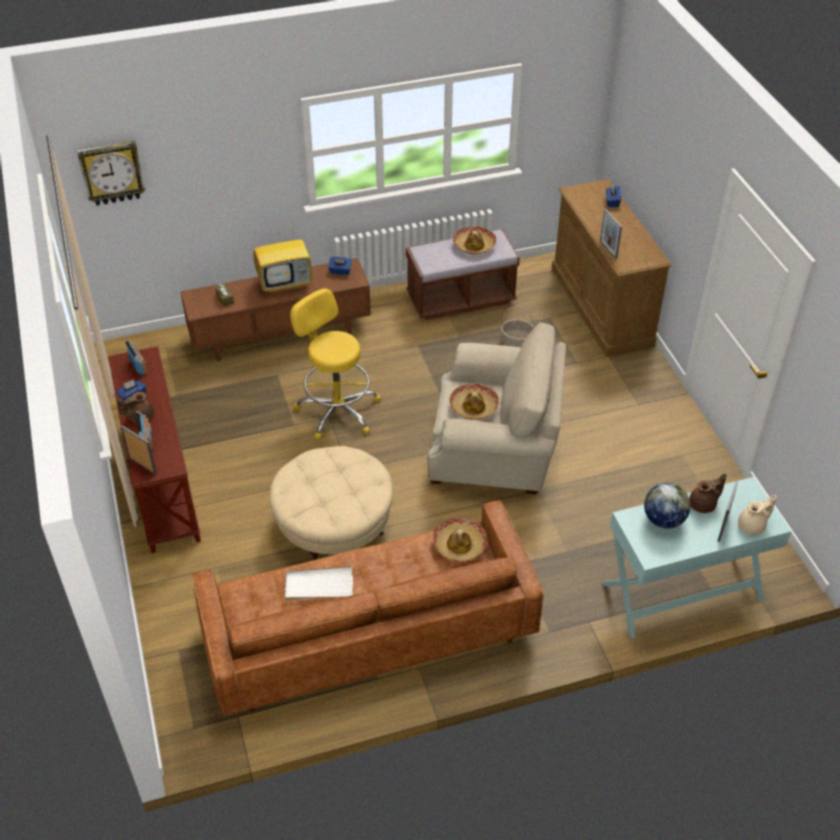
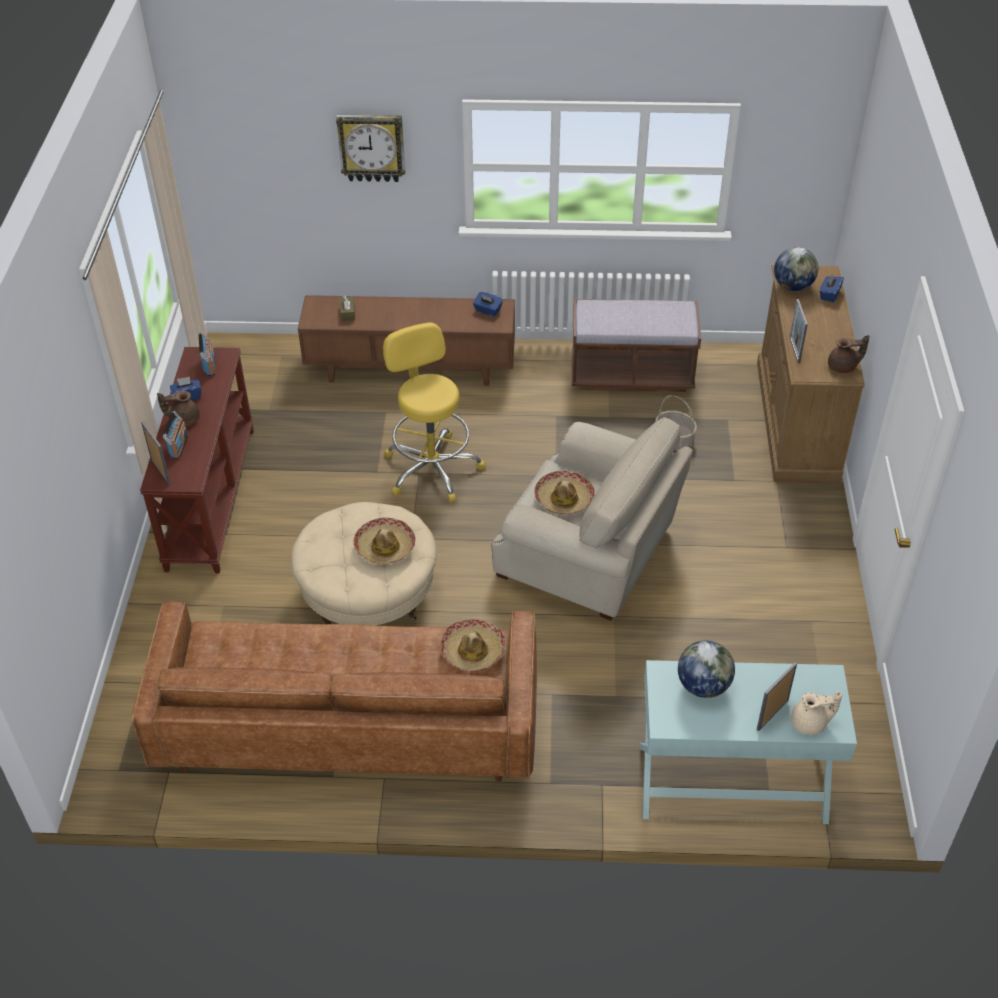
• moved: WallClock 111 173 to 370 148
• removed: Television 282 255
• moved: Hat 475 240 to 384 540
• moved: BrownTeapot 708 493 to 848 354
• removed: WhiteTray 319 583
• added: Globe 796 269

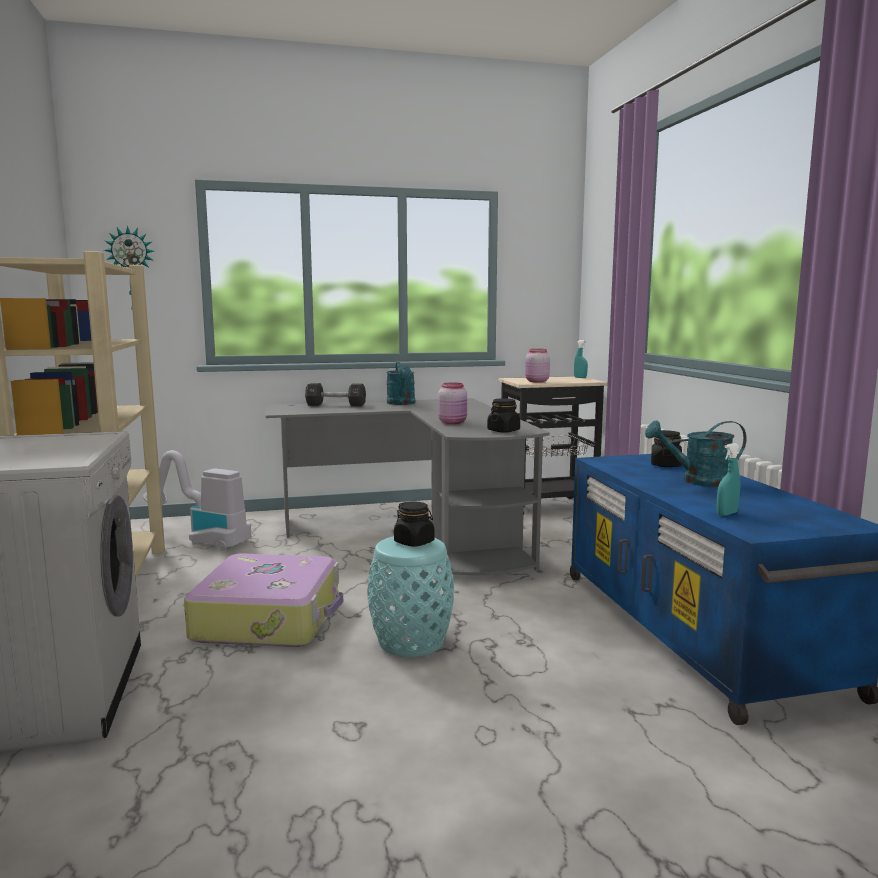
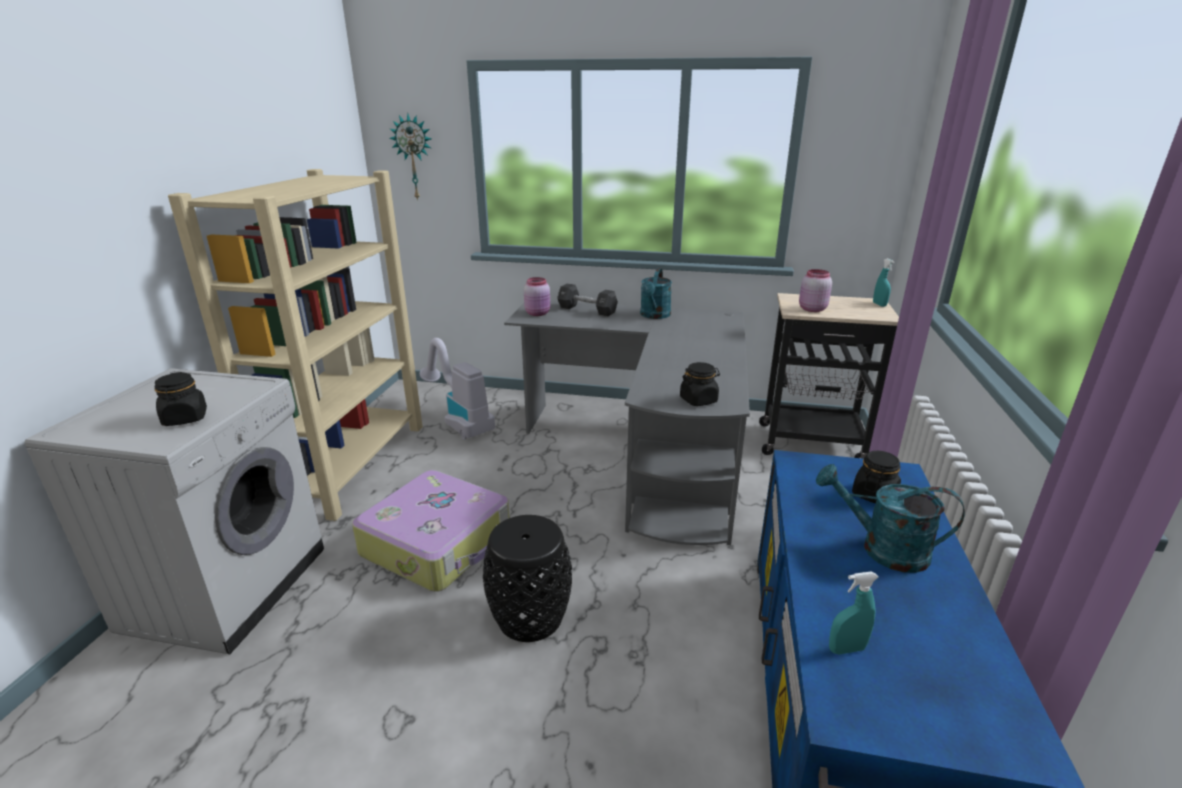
• moved: PinkJar 452 403 to 537 296
• moved: BlackJar 414 524 to 181 399
• recoloured: TurquoiseStool 410 596 to BlackStool 527 578

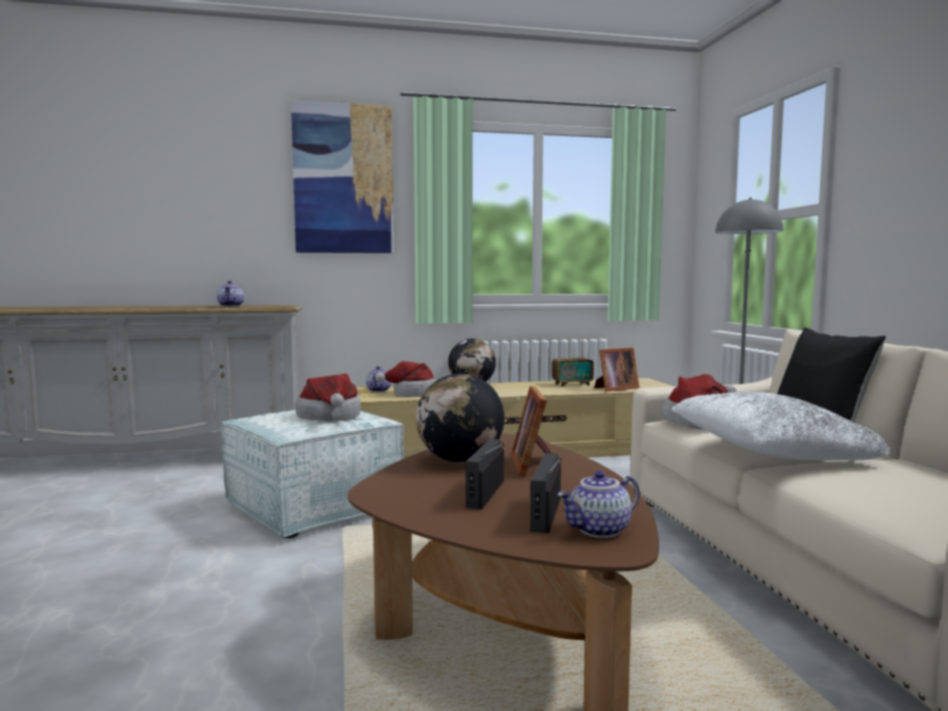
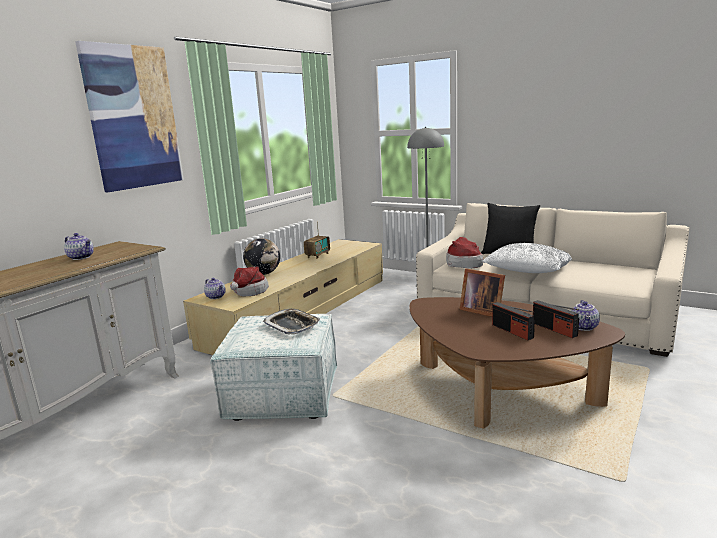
• removed: PictureFrame 617 369
• replaced: Hat 328 397 to Tray 292 321
• removed: Globe 460 418

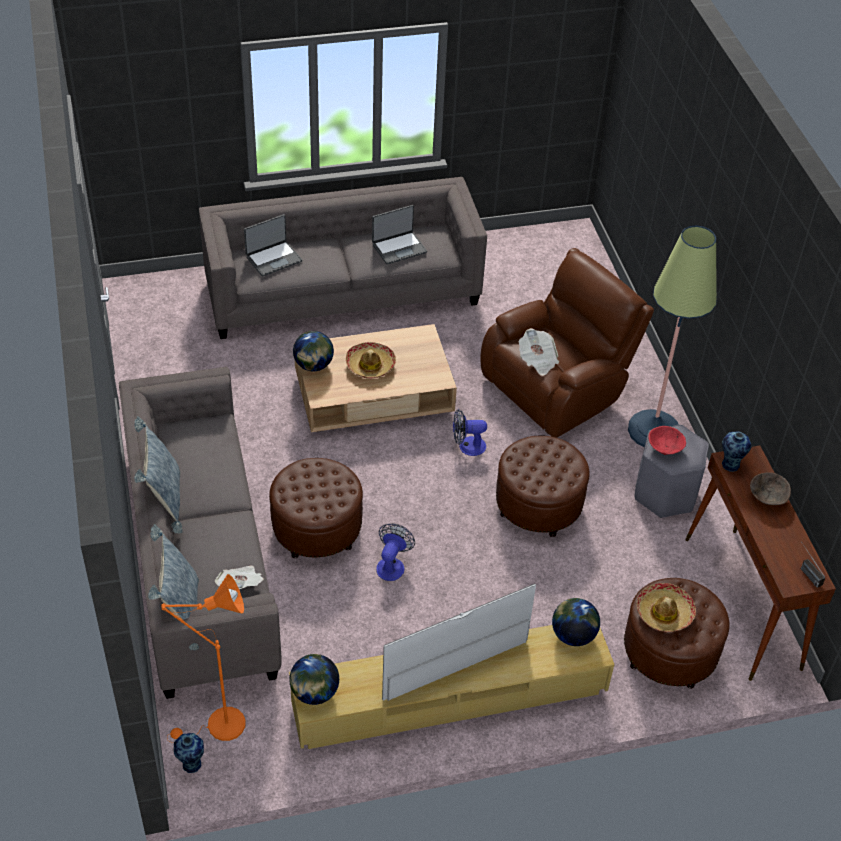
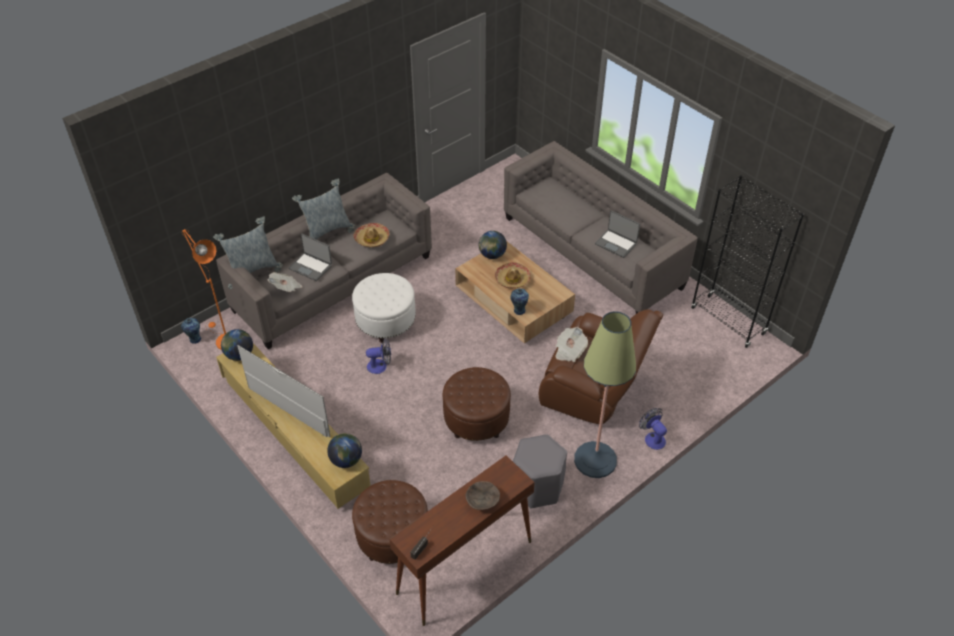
• moved: Laptop 273 245 to 310 257
• moved: Fan 470 432 to 653 429
• removed: RedBowl 667 440
• moved: Vase 737 451 to 519 301
• recoloured: BrownOttoman 316 508 to WhiteOttoman 384 308
• moved: Hat 666 607 to 371 235
• added: BlackBookcase 747 261

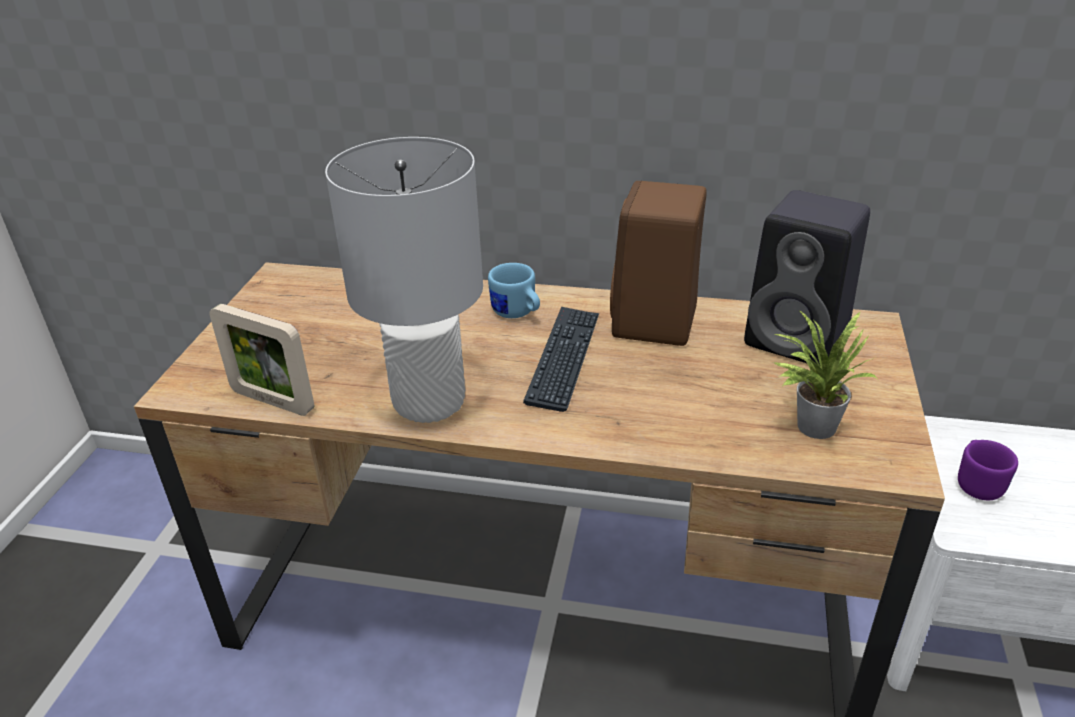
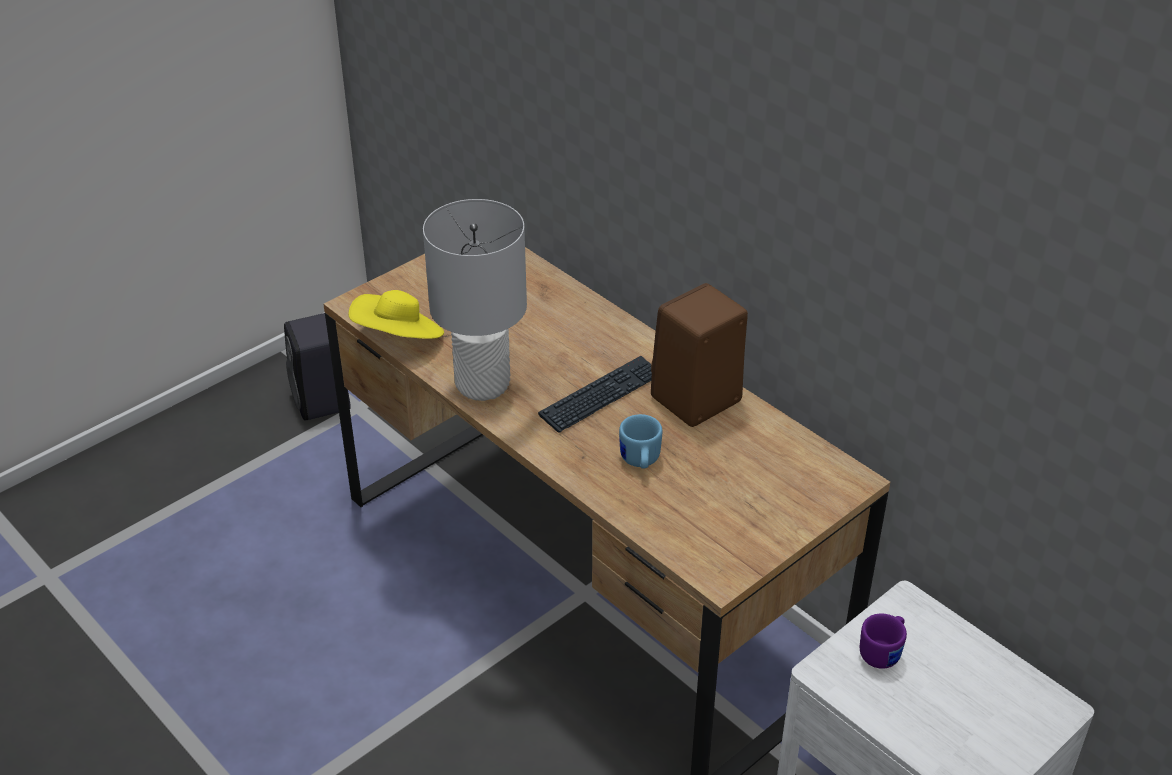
• moved: BlackSpeaker 807 277 to 317 366
• moved: BlueMug 514 290 to 640 441
• replaced: PictureFrame 261 360 to YellowHat 396 314
• removed: PottedPlant 826 375

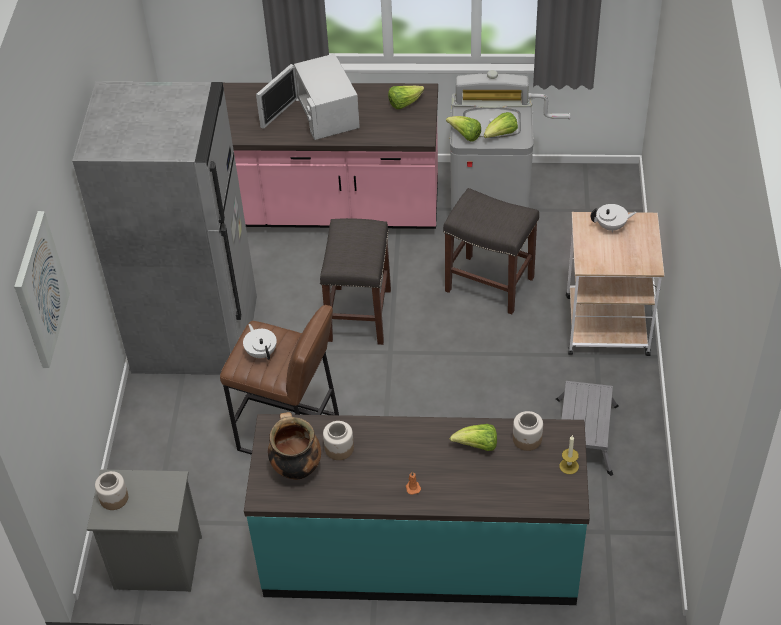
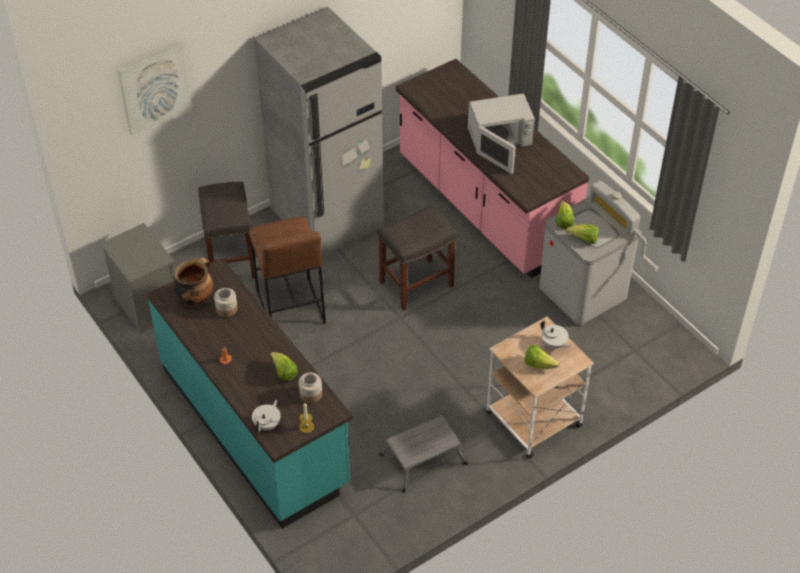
• turned: WhiteMicrowave 308 97 = 501 133 135 degrees counterclockwise
• moved: Lettuce 406 97 to 542 357
• moved: GreyStool 491 251 to 226 230
• moved: WhiteTeapot 260 342 to 266 415
• removed: Jar 111 490

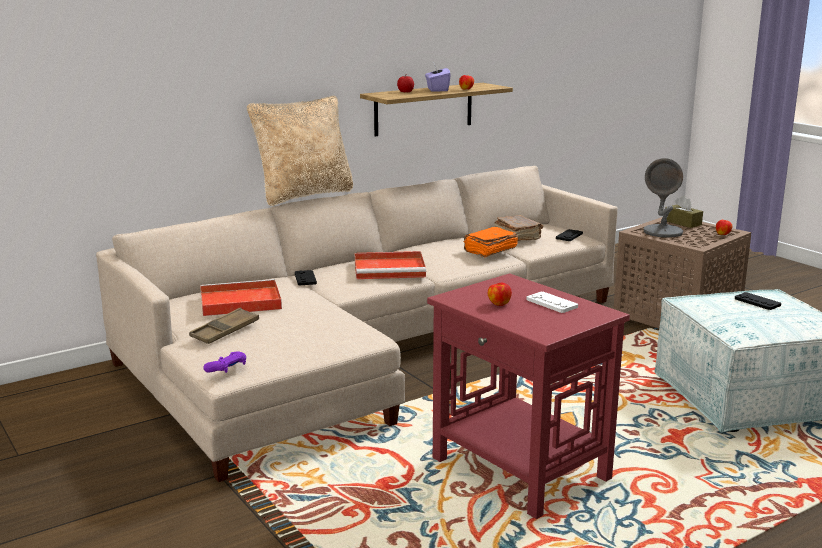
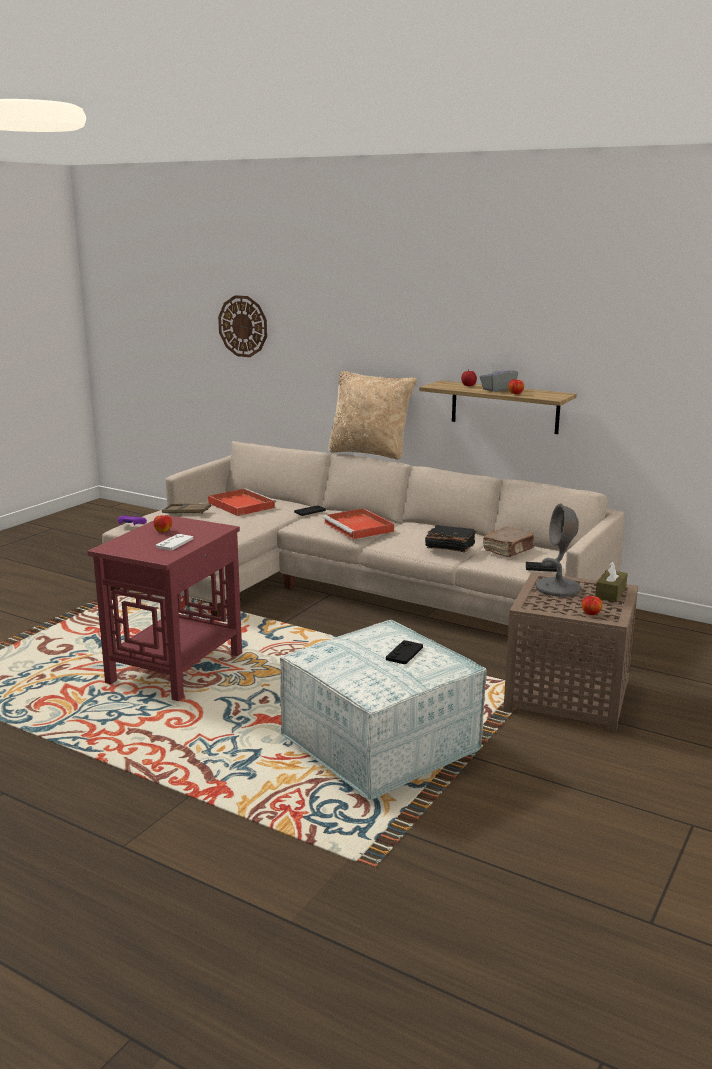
• recoloured: PurpleTissueBox 437 77 to GreyTissueBox 499 377
• recoloured: OrangeBook 491 242 to BlackBook 450 538
• added: WallClock 242 326

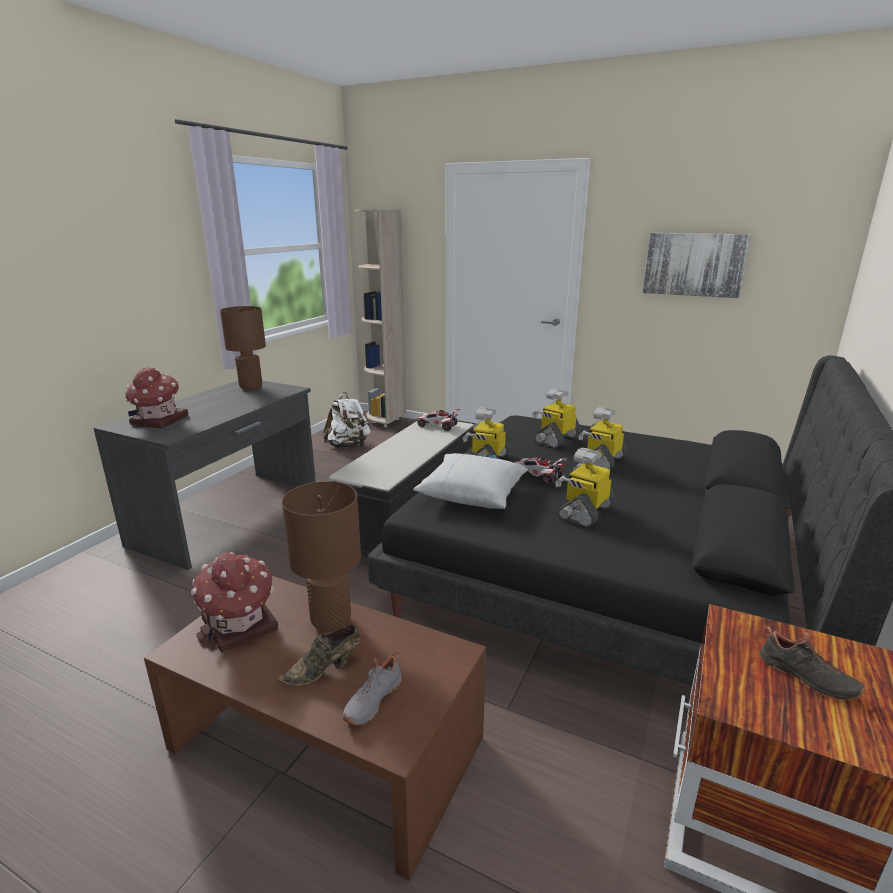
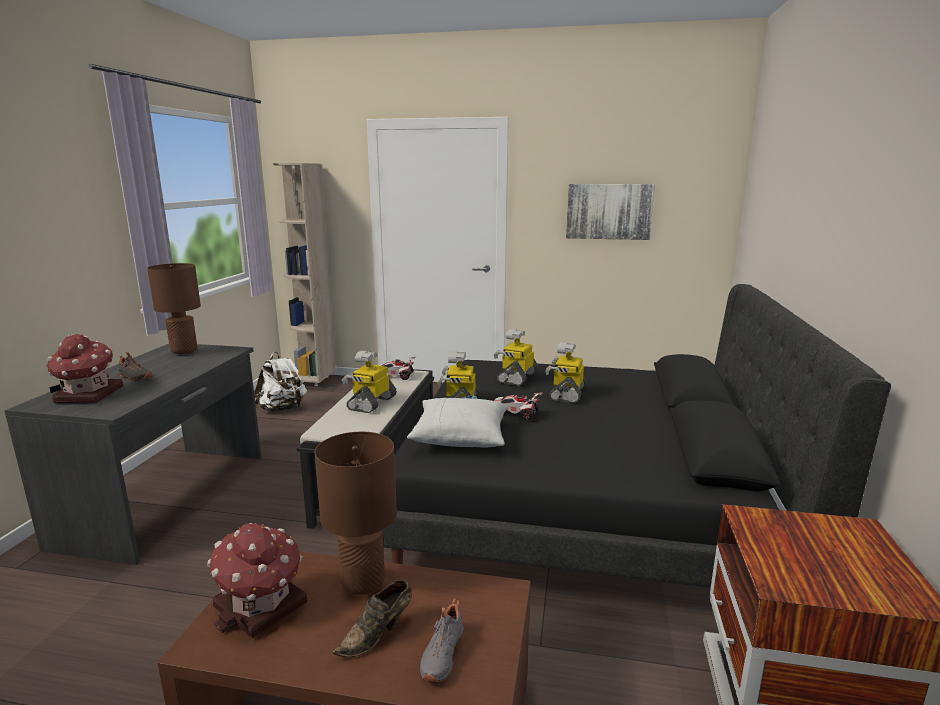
• moved: ToyRobot 586 487 to 369 382
• moved: BlackShoe 812 663 to 135 367

